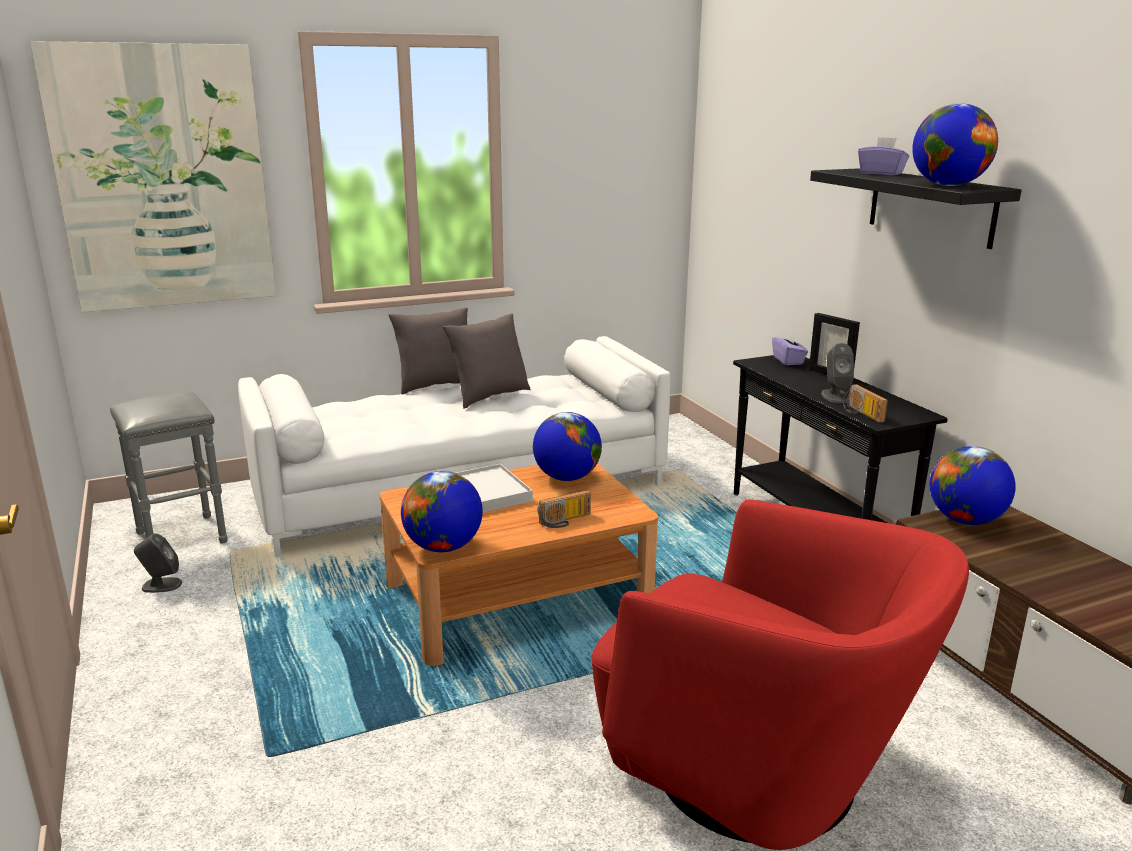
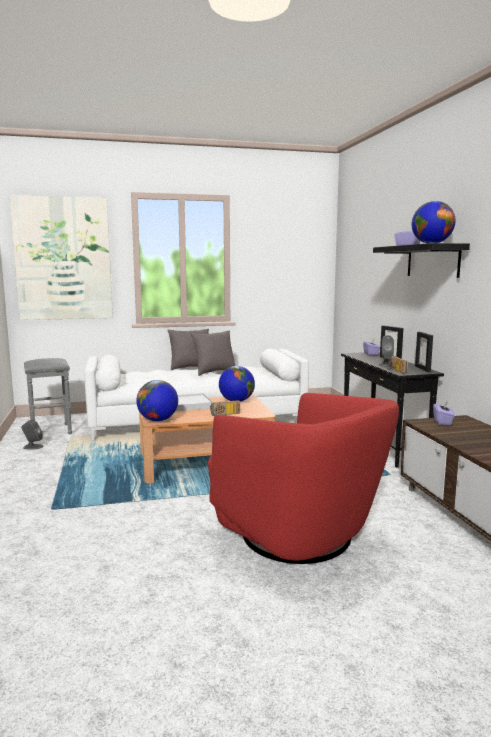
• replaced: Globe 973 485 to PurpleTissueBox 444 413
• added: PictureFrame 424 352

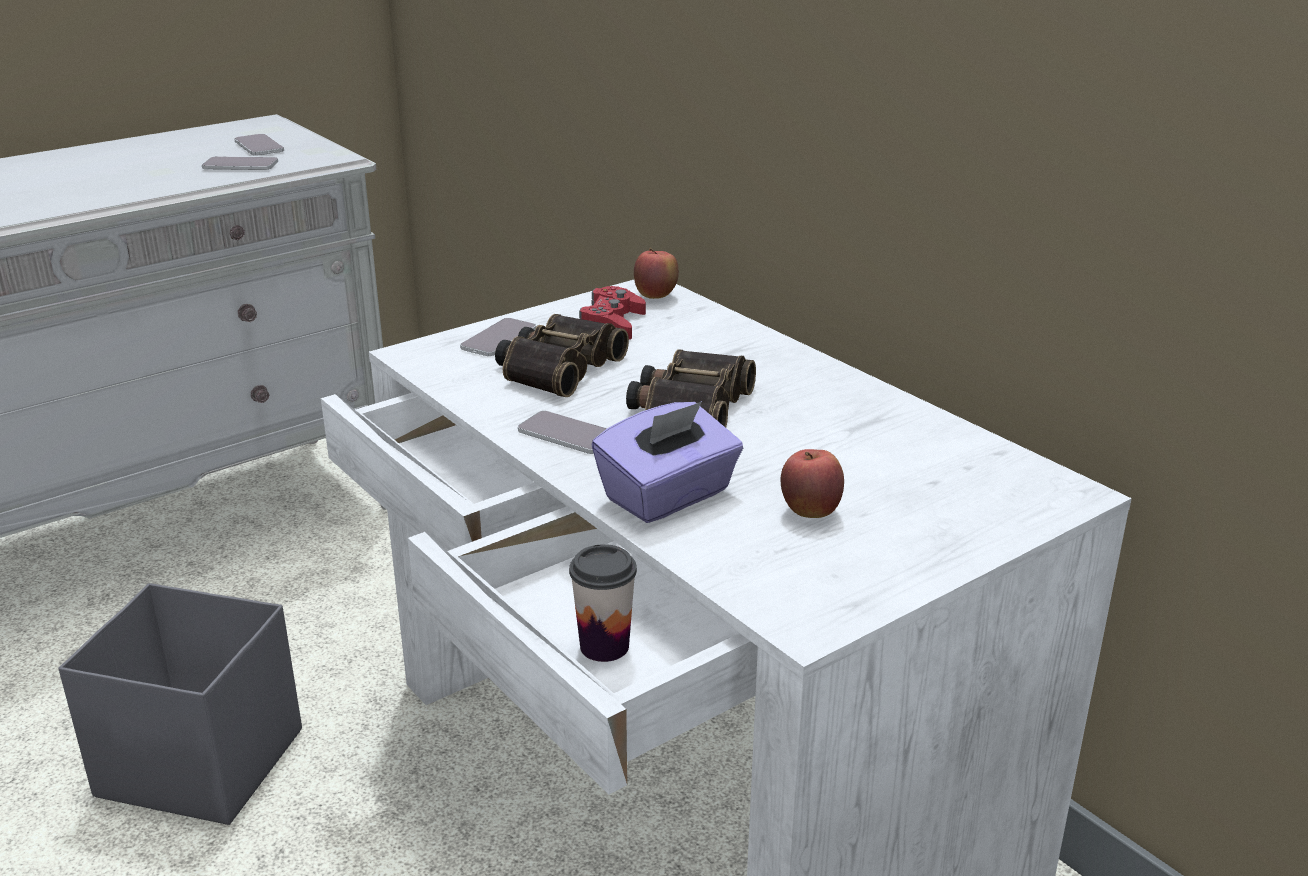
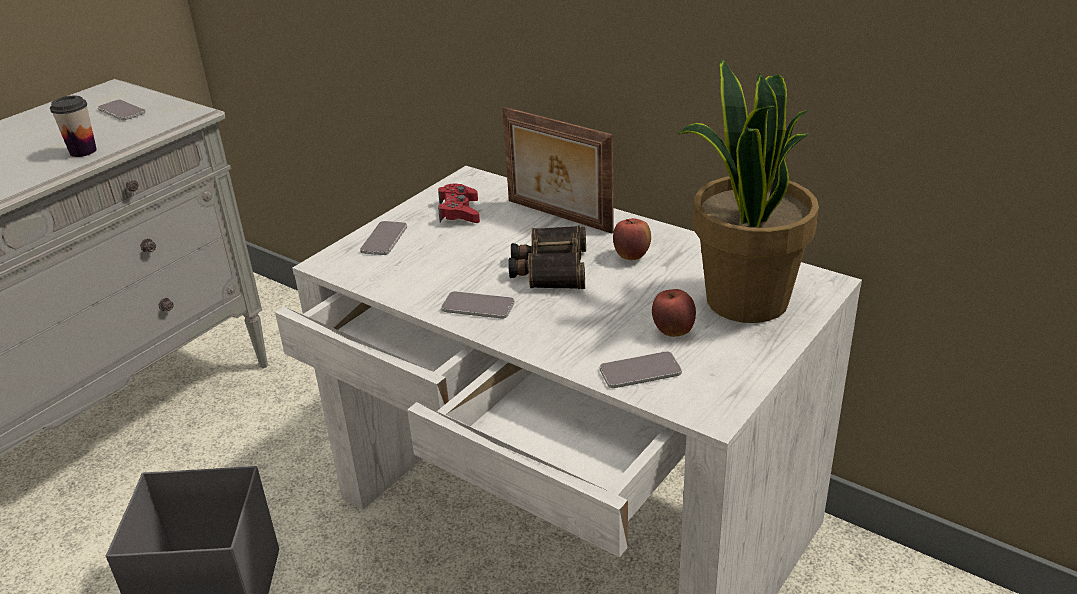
• moved: Phone 240 163 to 641 369
• moved: Apple 656 273 to 632 239
• removed: Binoculars 562 355
• removed: PurpleTissueBox 667 462
• moved: Cup 603 603 to 73 126
• added: PottedPlant 748 191
• added: PictureFrame 558 170

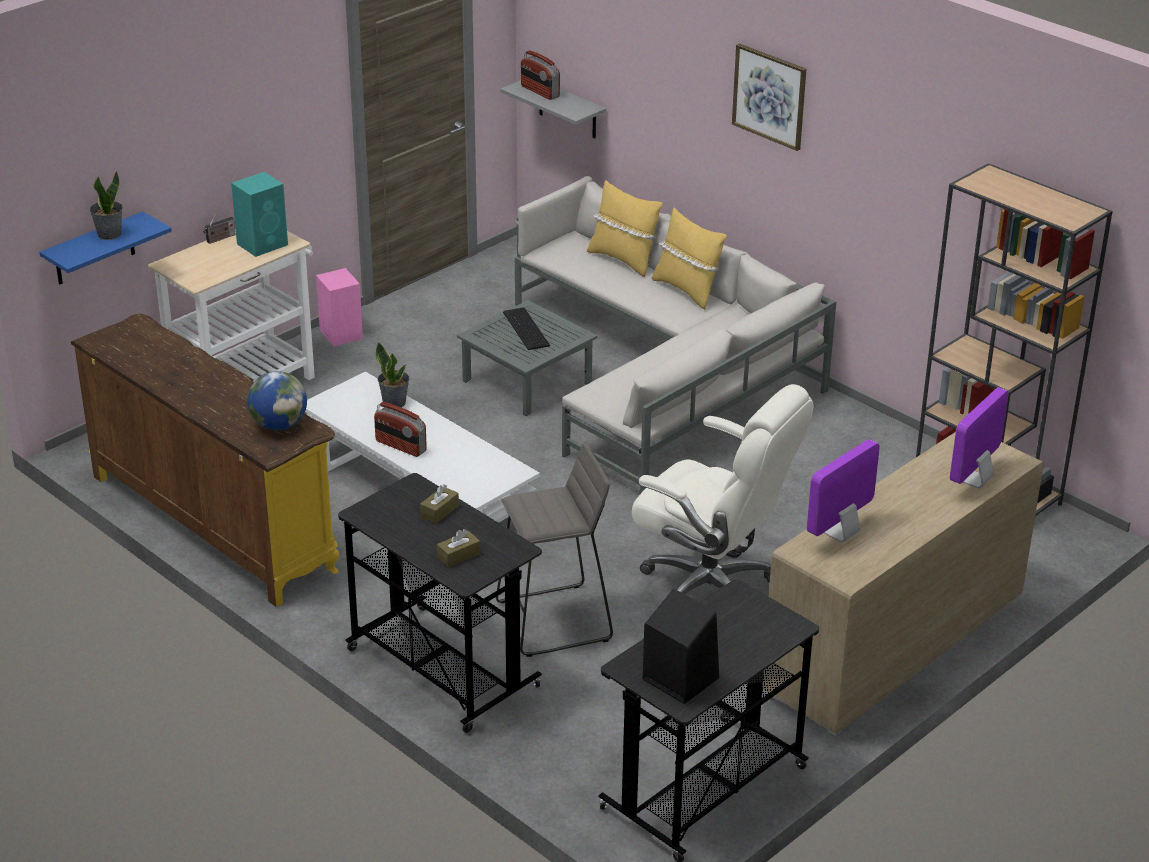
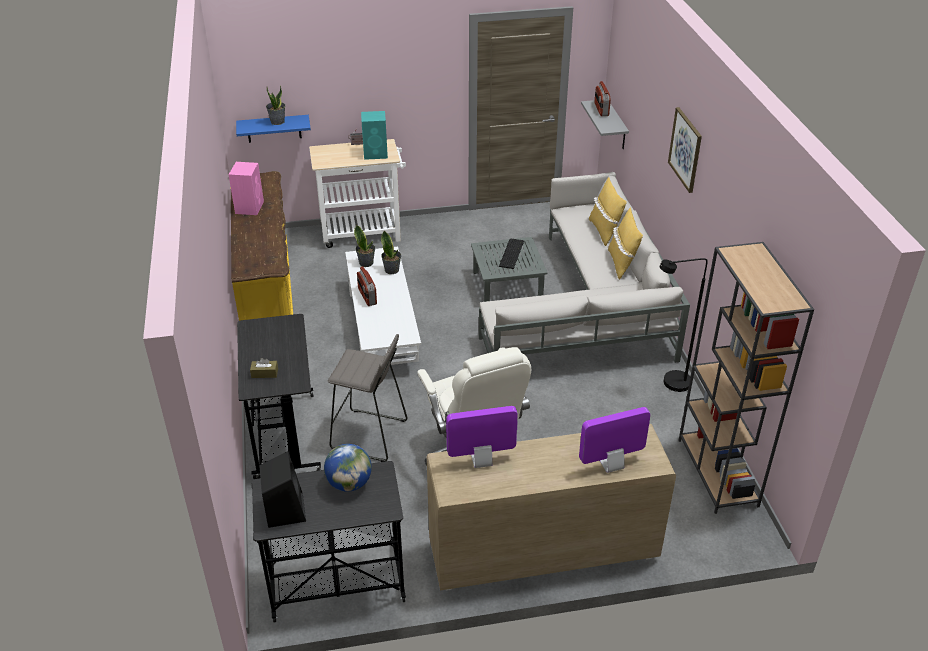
• moved: PinkSpeaker 339 307 to 246 188
• moved: Globe 277 400 to 348 468
• removed: BrownTissueBox 439 504
• added: PottedPlant 365 245
• added: BlackFloorLamp 683 325

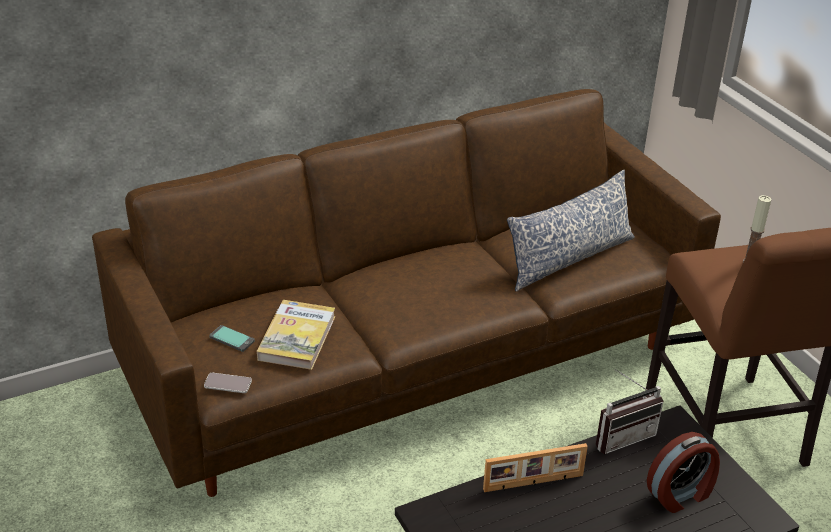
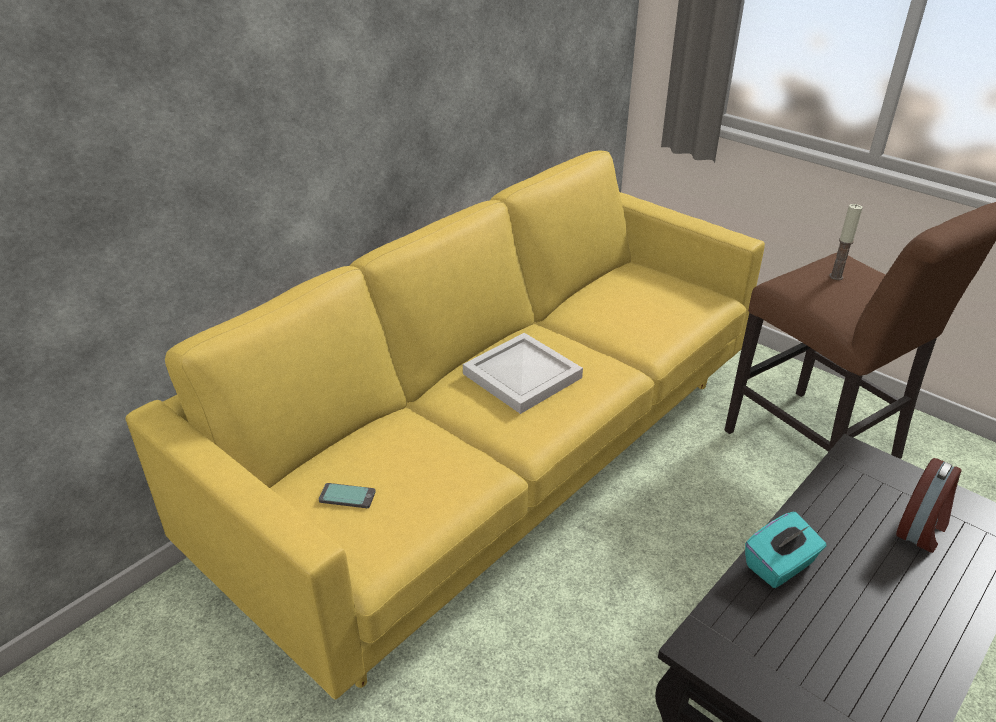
• recoloured: BrownSofa 406 293 to YellowSofa 445 425
• removed: Pillow 571 231
• removed: Book 296 335
• removed: Radio 629 411
• removed: Phone 228 383
• replaced: PictureFrame 535 467 to TurquoiseTissueBox 786 550
• added: WhiteTray 523 373

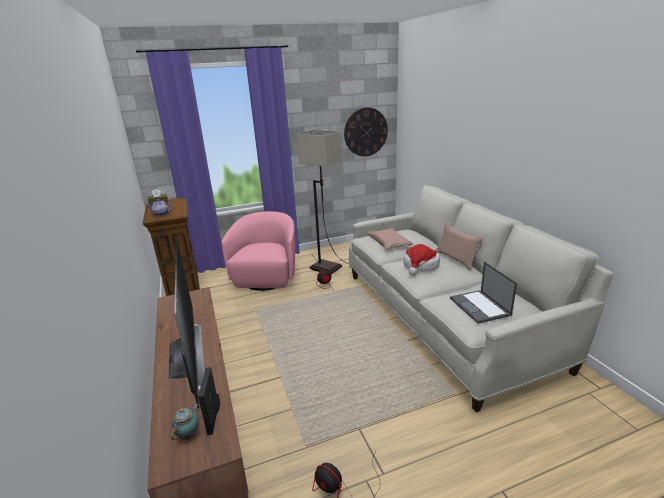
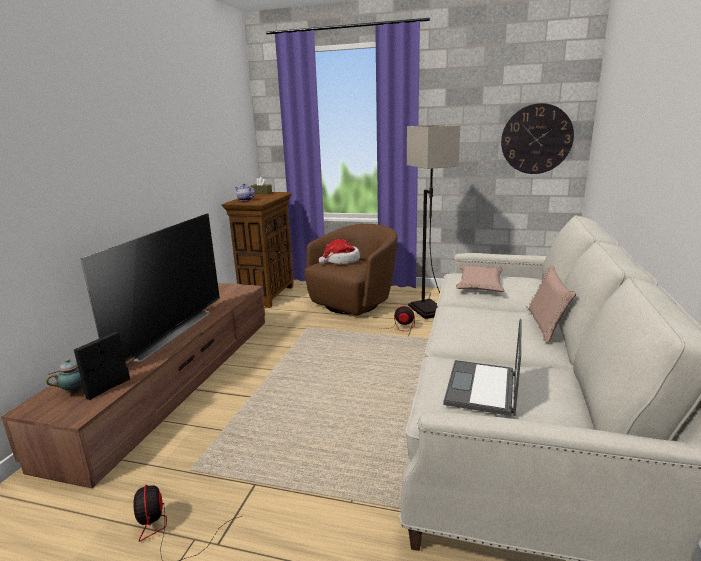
• recoloured: PinkArmchair 258 251 to BrownArmchair 351 270
• moved: Hat 421 259 to 339 251

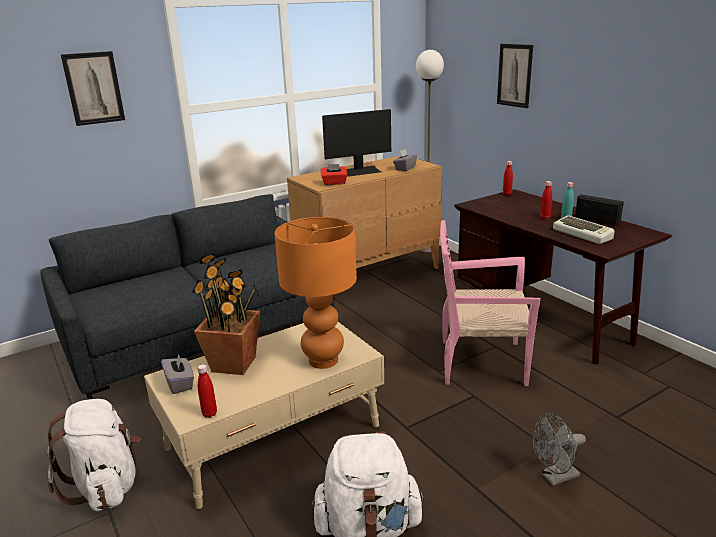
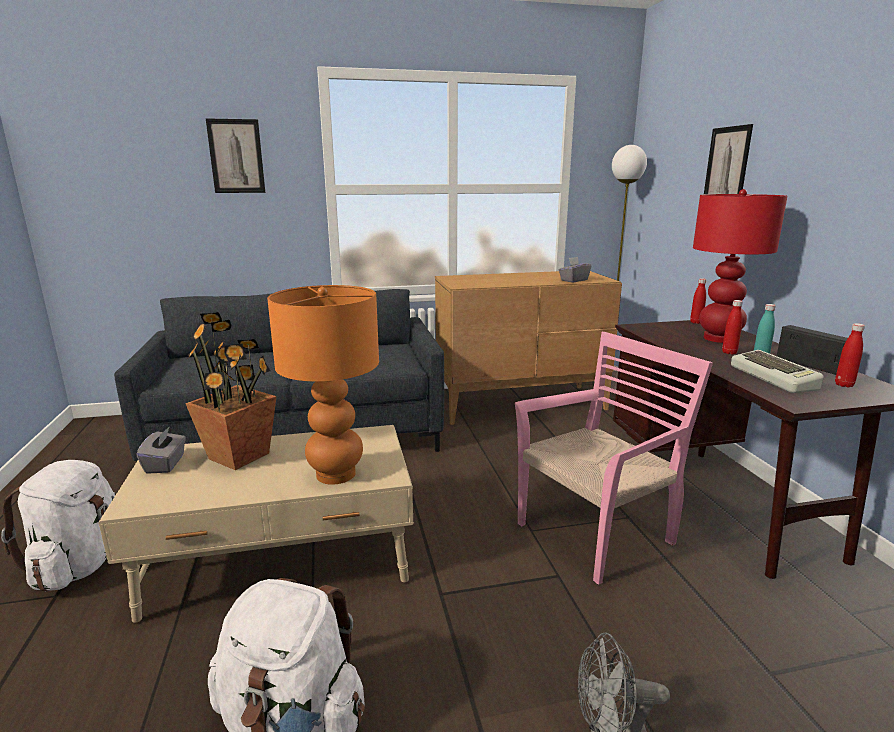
• removed: Monitor 356 143
• removed: RedTissueBox 333 174
• turned: PinkArmchair 490 303 = 614 458 120 degrees clockwise
• moved: RedBottle 207 391 to 850 355
• added: RedTableLamp 740 266

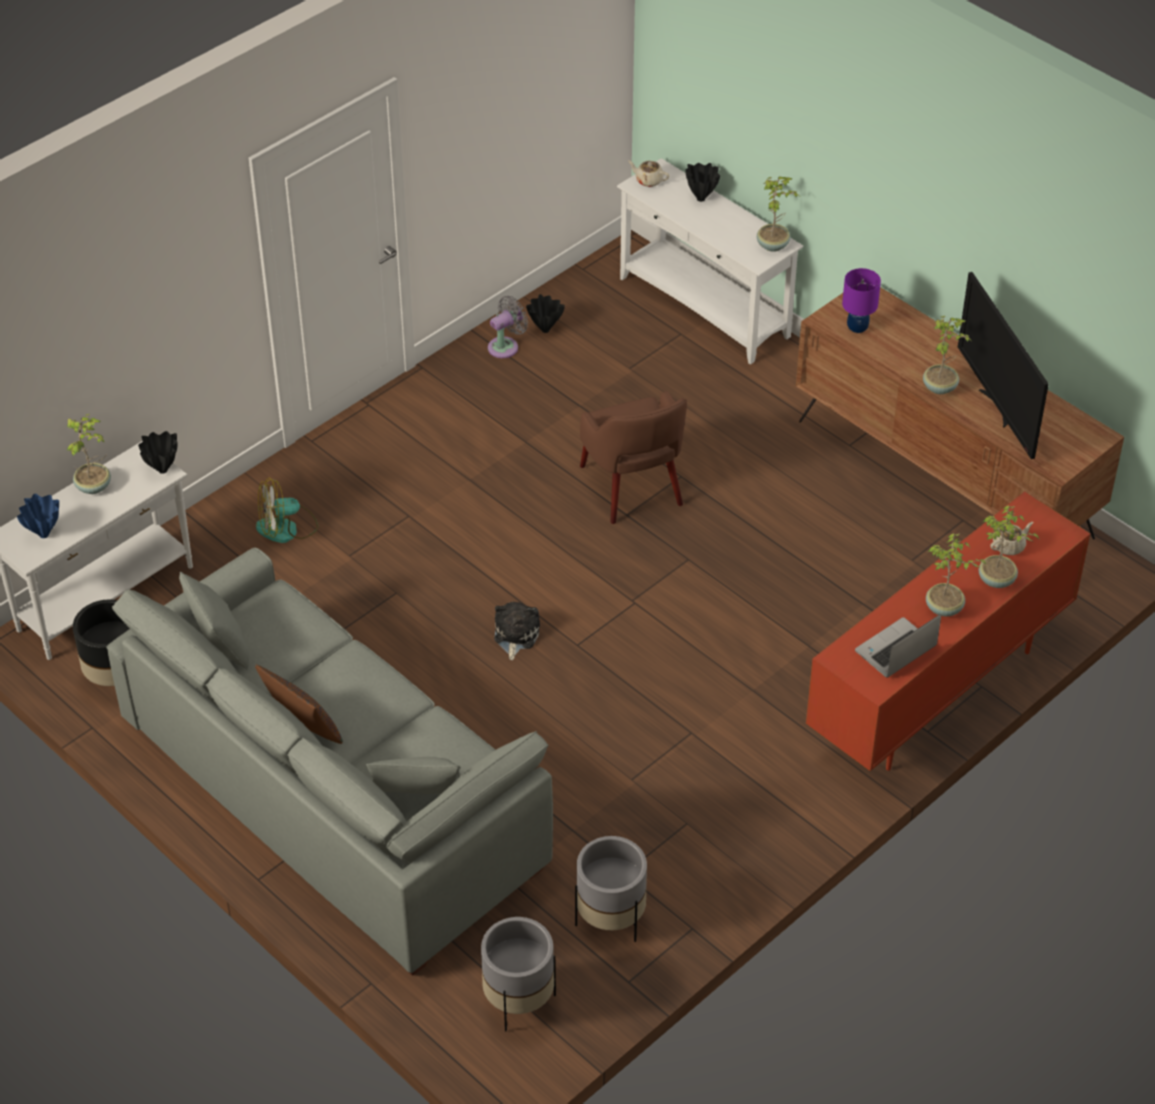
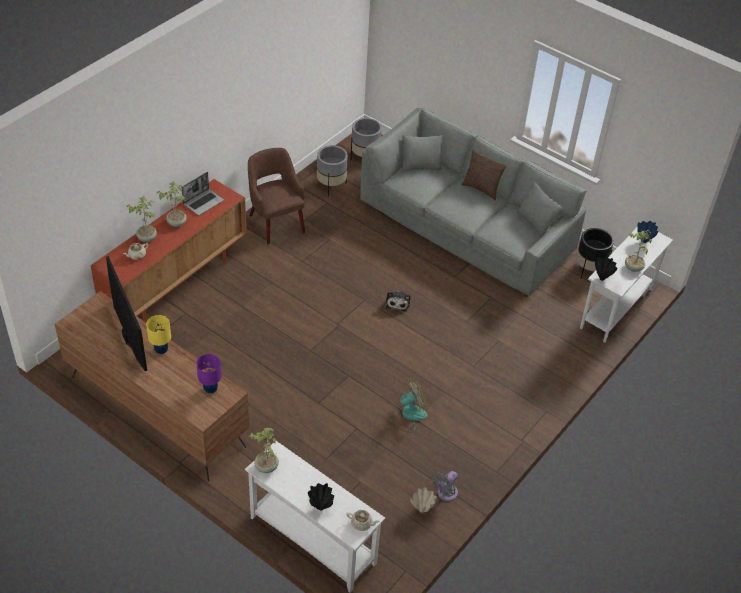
• recoloured: BlackVase 545 313 to BeigeVase 423 500
• replaced: PottedPlant 947 355 to YellowTableLamp 158 334
• moved: BrownArmchair 633 457 to 276 196
• moved: Fan 287 510 to 409 406

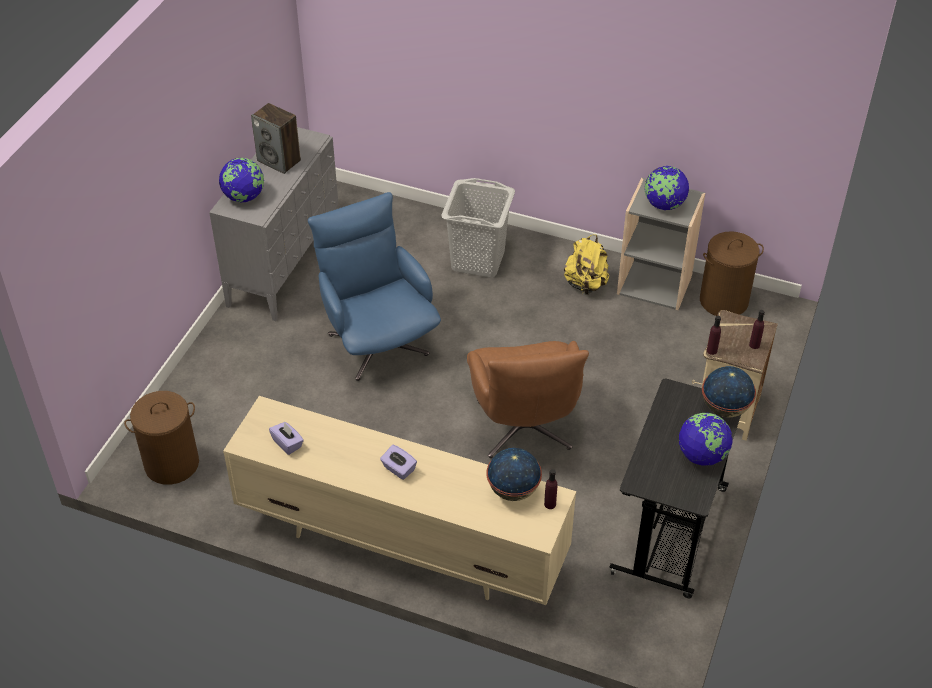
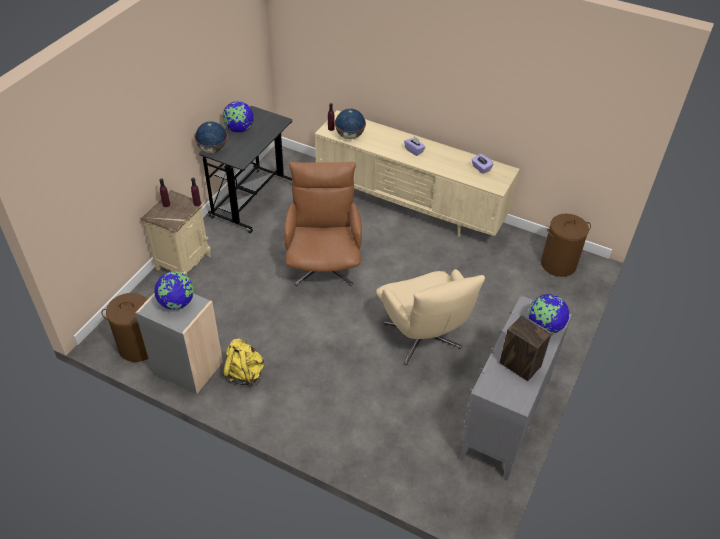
• removed: GreyLaundryBasket 478 228
• recoloured: BlueArmchair 374 286 to BeigeArmchair 430 317

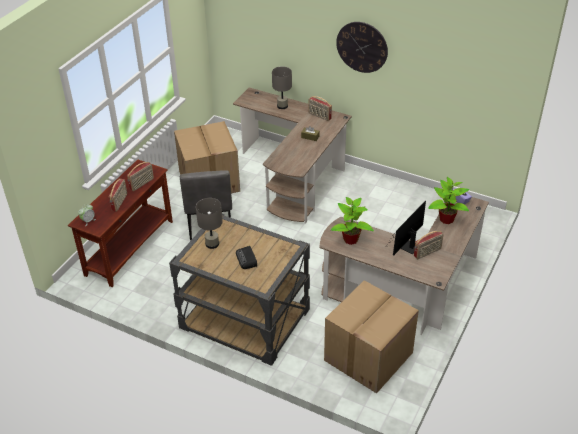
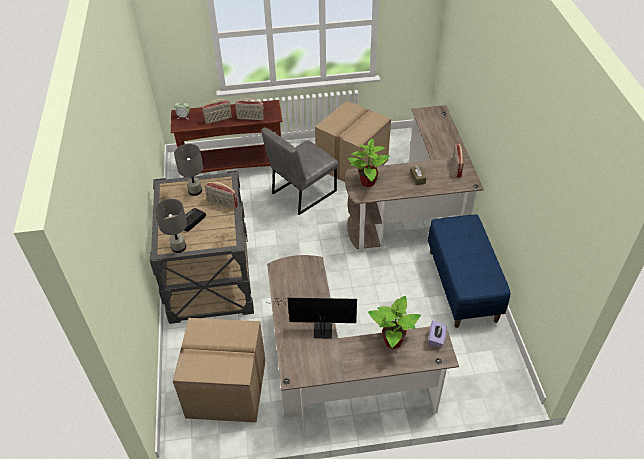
• removed: WallClock 362 47
• moved: GreyTableLamp 282 87 to 171 226
• moved: PottedPlant 352 221 to 369 162
• moved: Radio 429 245 to 221 196
• added: BlueBench 469 271

